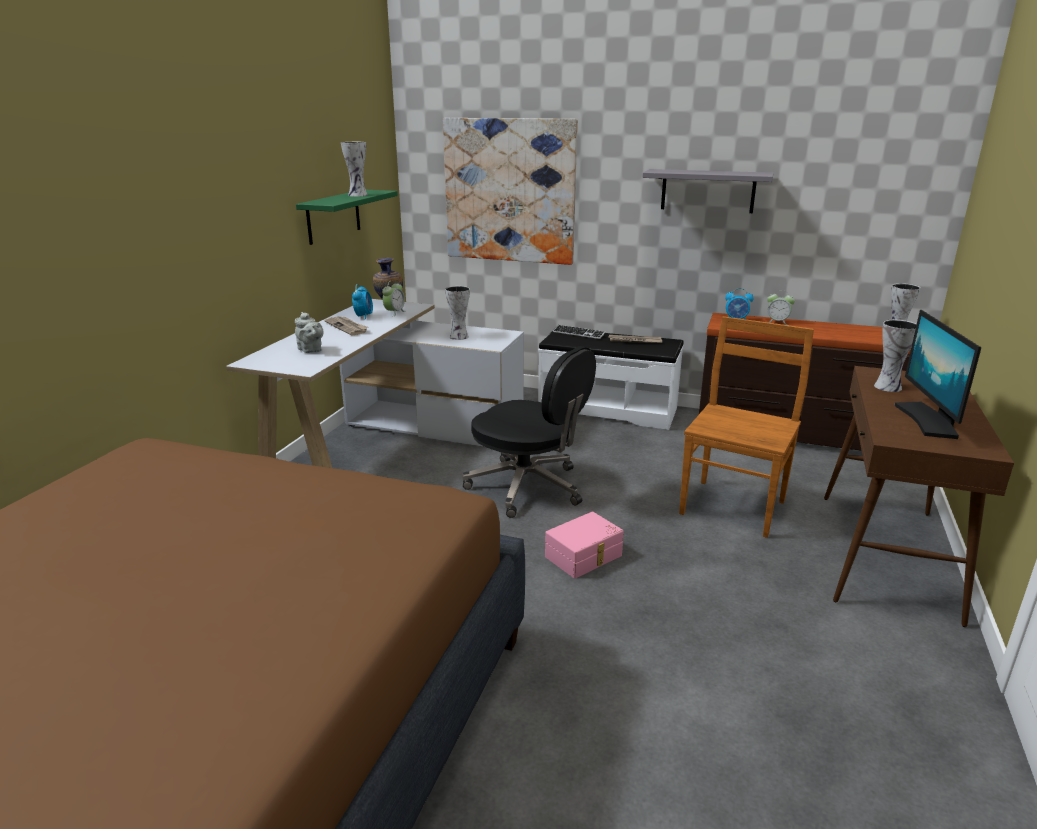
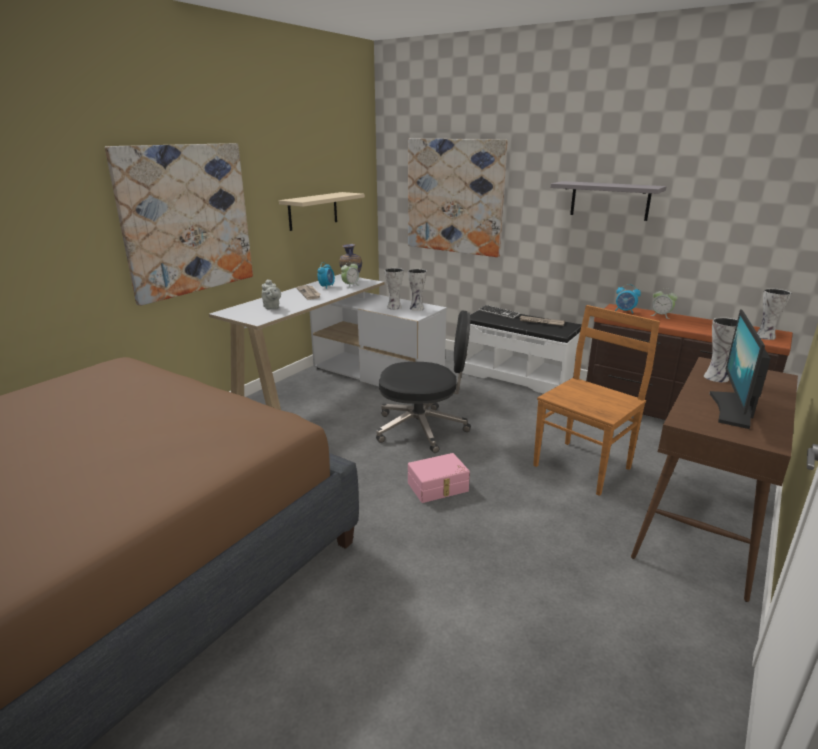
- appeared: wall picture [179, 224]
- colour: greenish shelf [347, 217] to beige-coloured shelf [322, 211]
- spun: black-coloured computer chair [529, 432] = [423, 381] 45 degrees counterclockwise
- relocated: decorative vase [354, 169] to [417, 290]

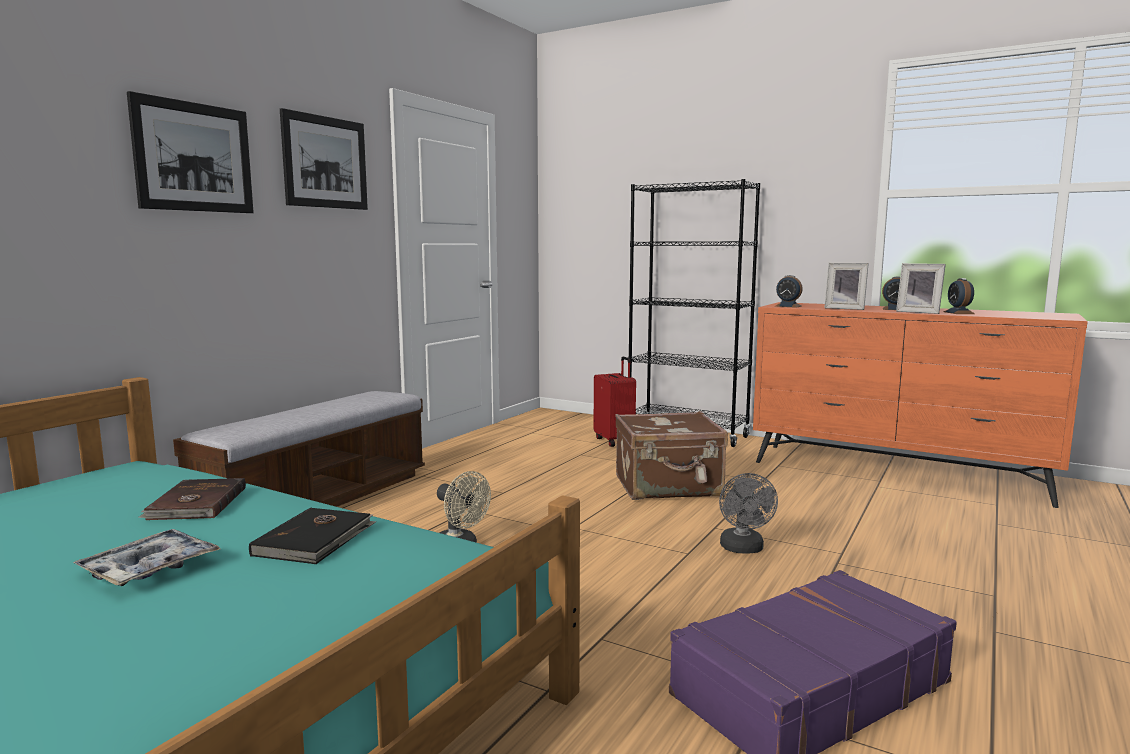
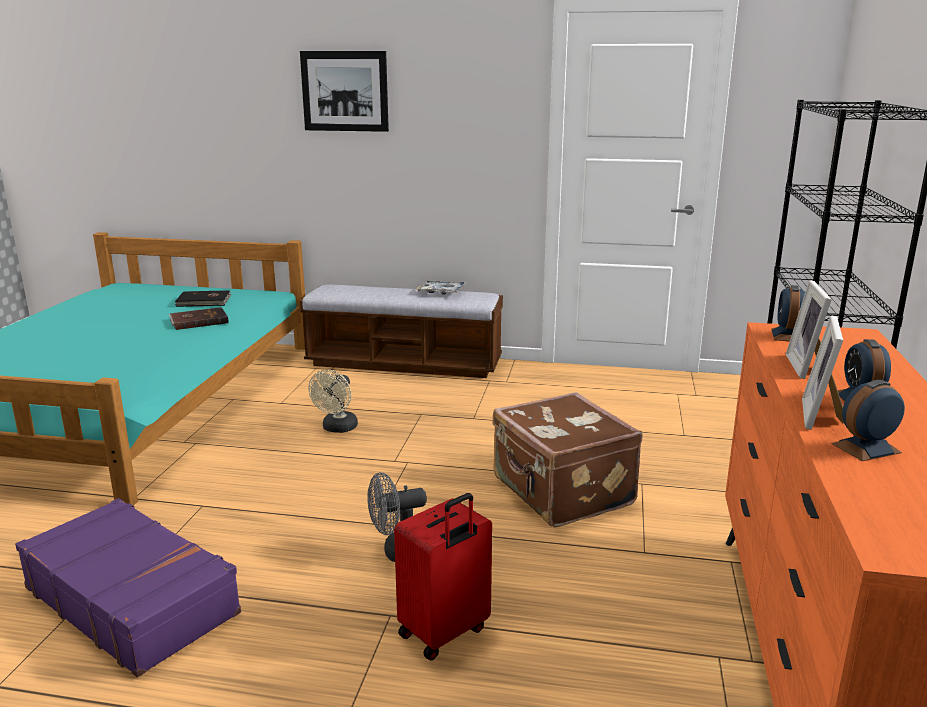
- relocated: black-coloured book [312, 536] to [203, 298]
- relocated: reddish suitcase [615, 402] to [443, 576]
- relocated: serving tray [147, 557] to [441, 287]
- missing: wall picture [324, 159]

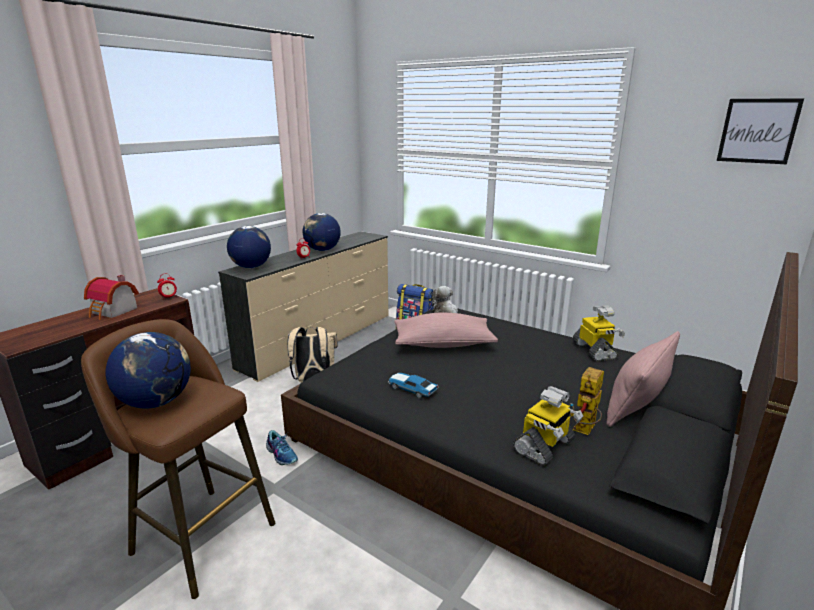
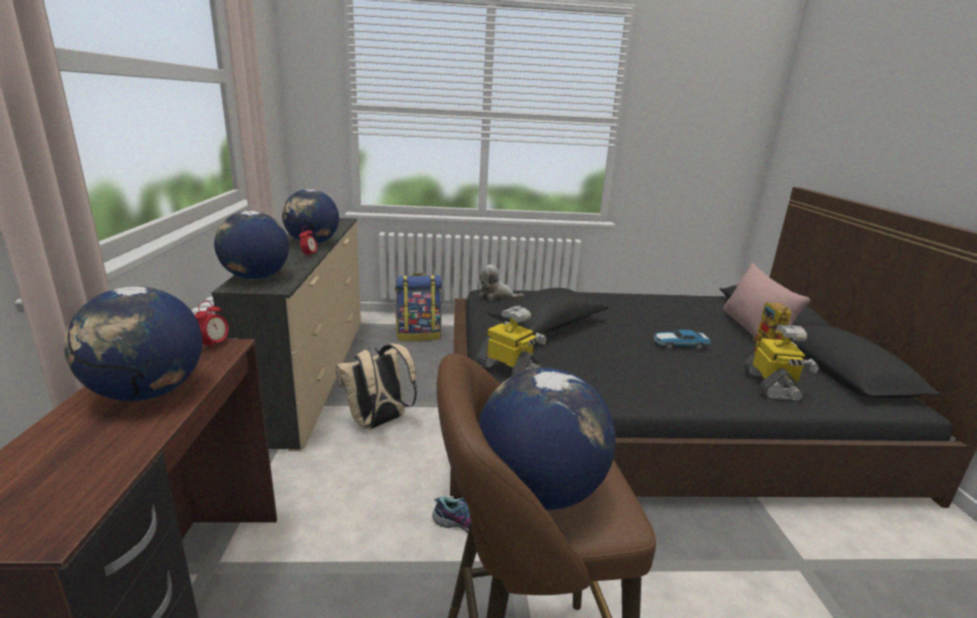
- exchanged: toy house [111, 297] to globe [133, 343]
- relocated: toy robot [598, 333] to [511, 341]
- colour: pinkish throw pillow [446, 330] to black-coloured throw pillow [547, 311]
- relocated: model car [413, 386] to [682, 340]
- missing: wall picture [760, 131]

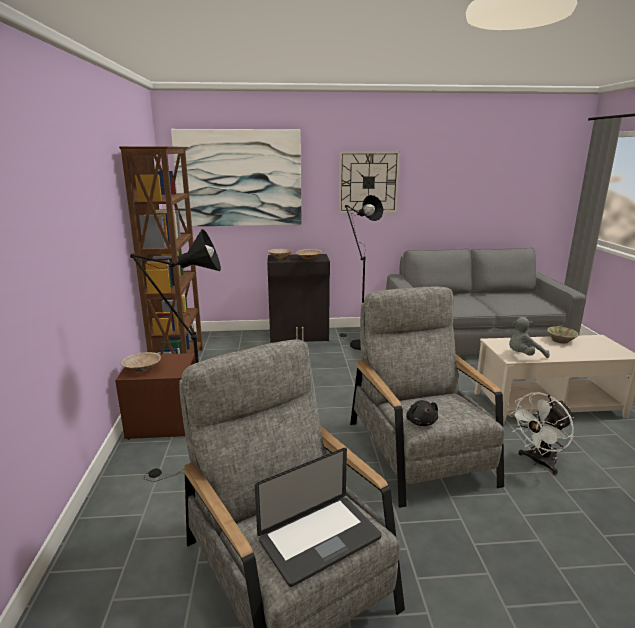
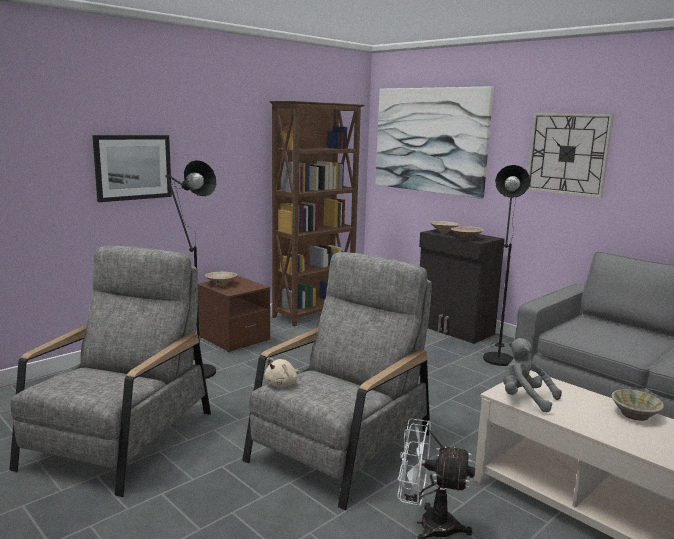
- appeared: wall picture [132, 168]
- colour: black-coloured cuddly toy [422, 413] to beige-coloured cuddly toy [282, 372]
- missing: notebook computer [318, 517]

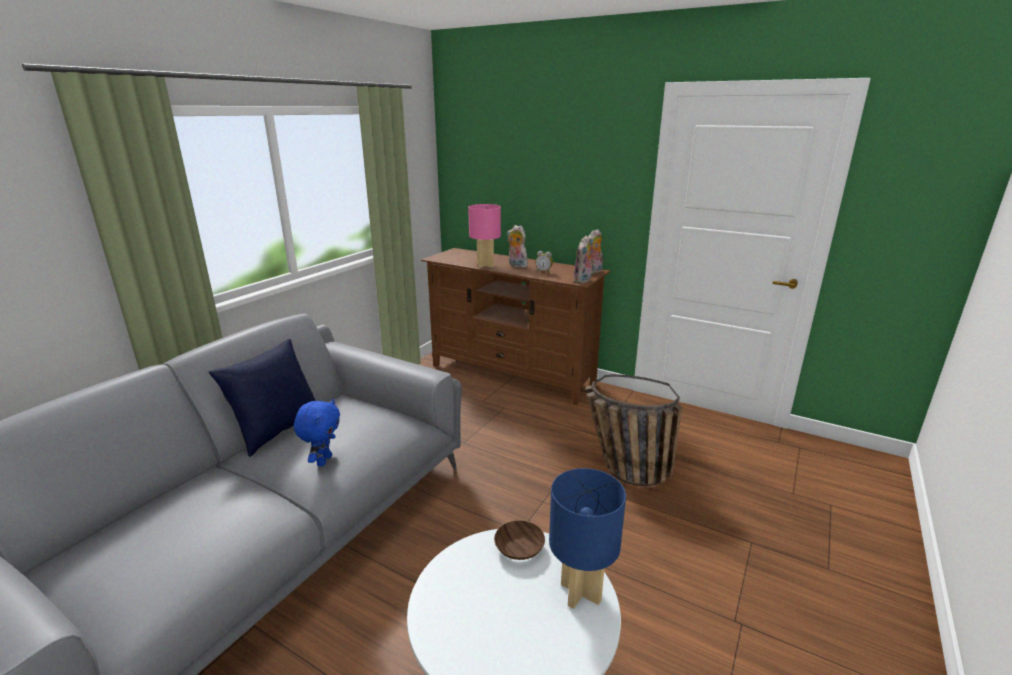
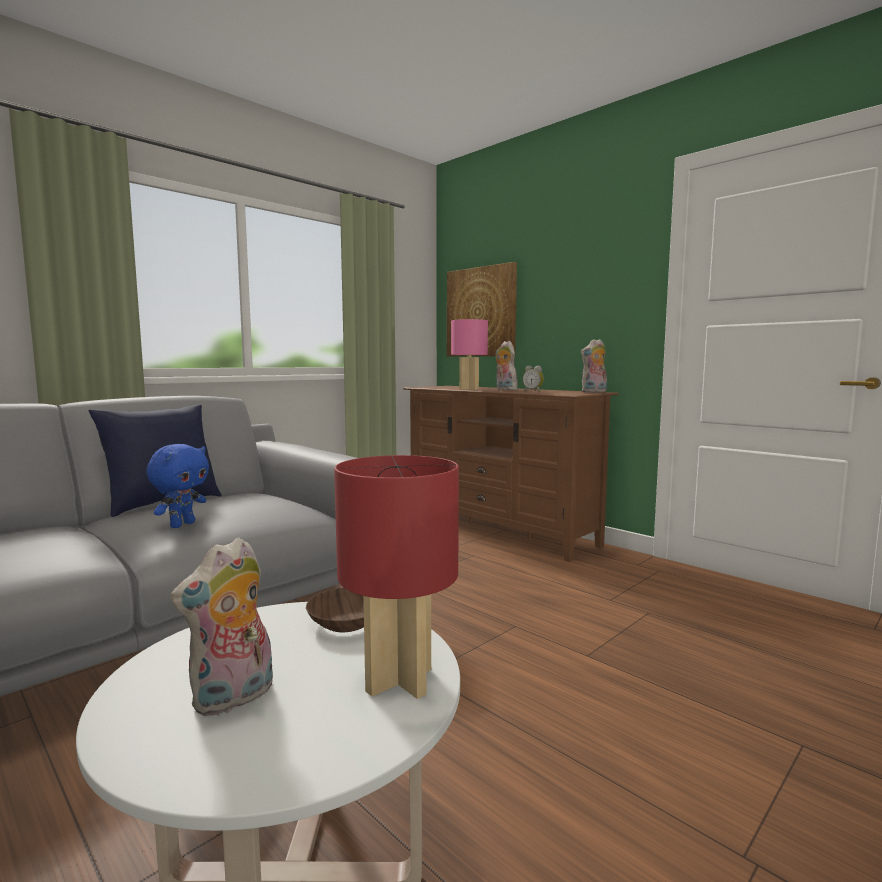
- relocated: cuddly toy [584, 260] to [221, 627]
- colour: blue lamp for a table [587, 538] to reddish lamp for a table [396, 577]
- appeared: wall picture [482, 309]
- missing: storage basket [633, 430]

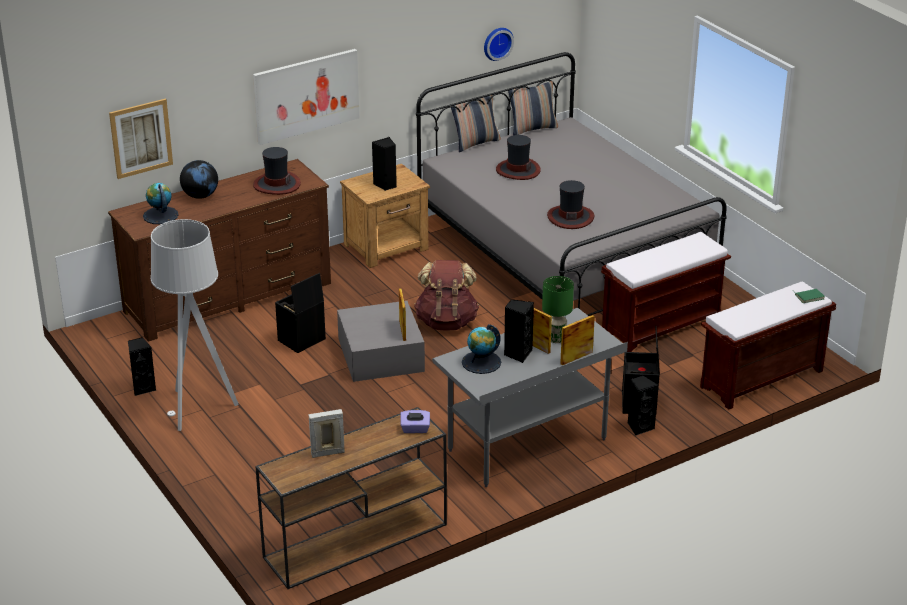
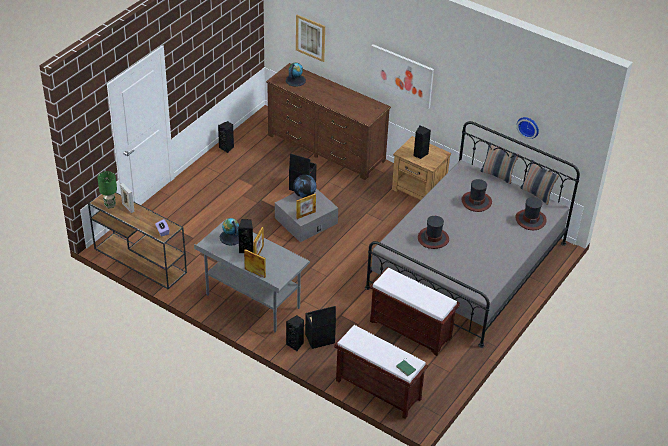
- relocated: greenish lamp for a table [558, 309] to [107, 190]
- relocated: globe [199, 179] to [304, 186]
- relocated: wearable hat [277, 171] to [531, 213]
- missing: greyish standing lamp [195, 325]
- missing: brown knapsack [446, 295]

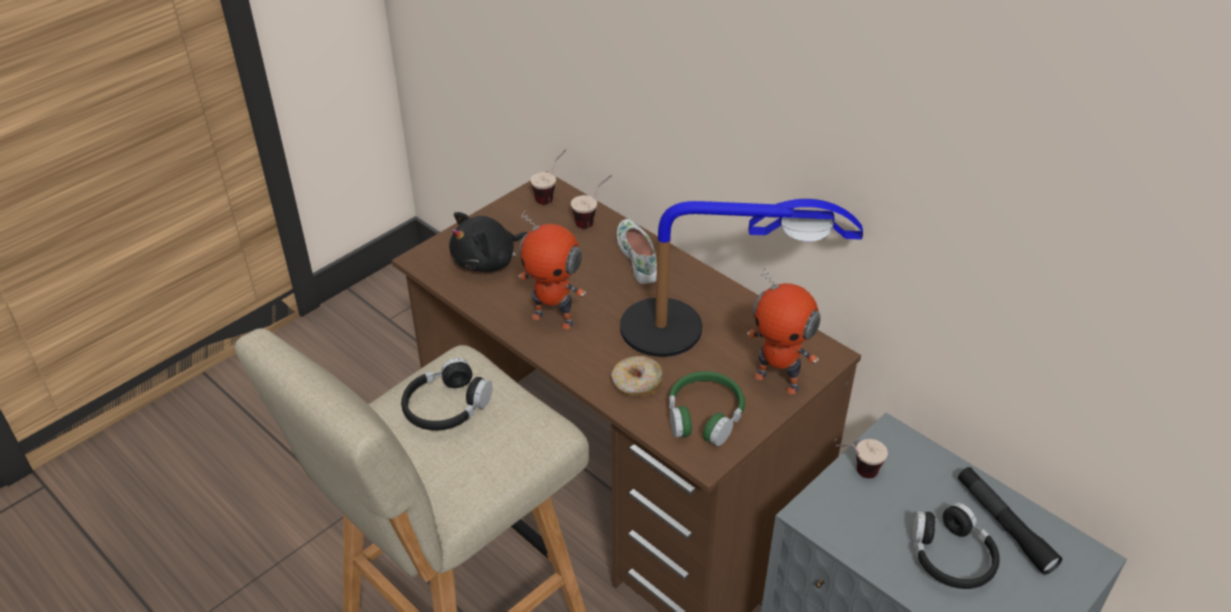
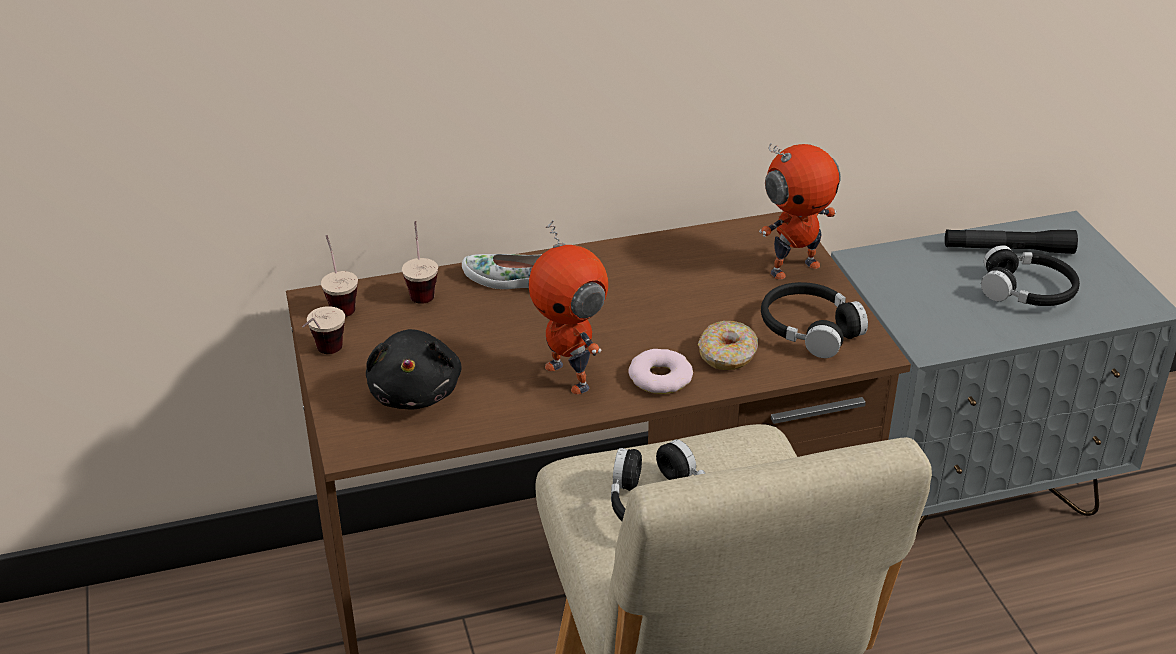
- relocated: small cup [862, 458] to [323, 330]
- spun: toy robot [552, 270] = [568, 307] 90 degrees clockwise
- appeared: ring doughnut [660, 371]
- colour: greenish pair of headphones [707, 408] to black-coloured pair of headphones [814, 320]
- missing: lamp for a table [741, 278]

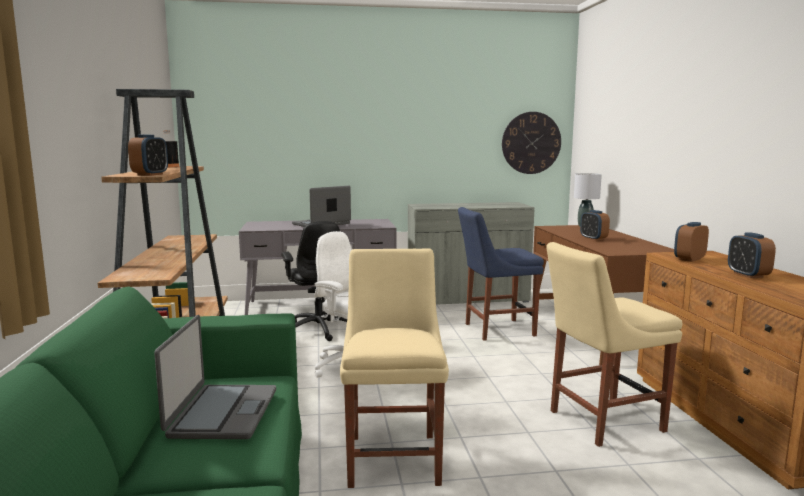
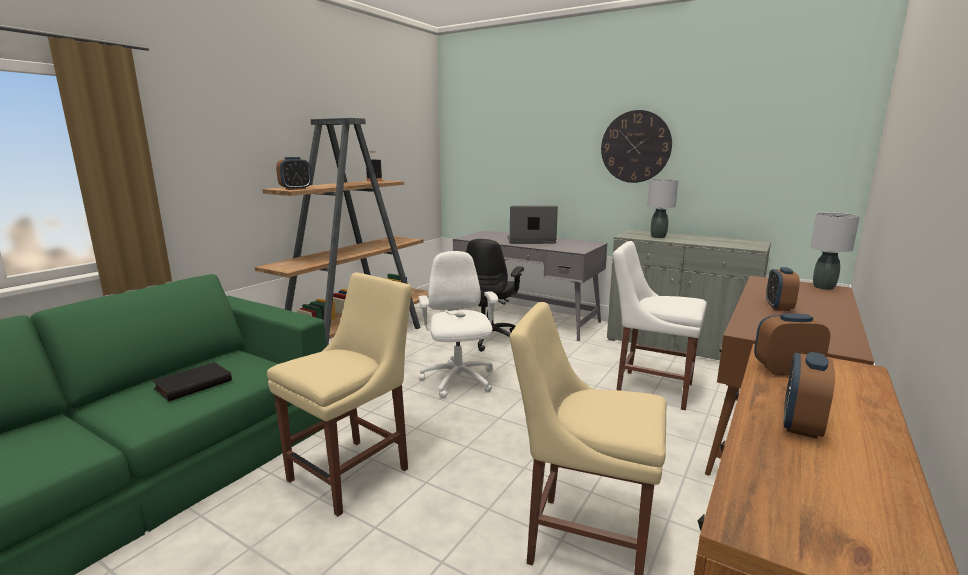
- exchanged: notebook computer [215, 377] to black-coloured book [192, 382]
- relocated: hanging clock [531, 143] to [636, 146]
- colour: blue plain chair [501, 274] to whitish plain chair [660, 325]
- appeared: greyish lamp for a table [662, 208]

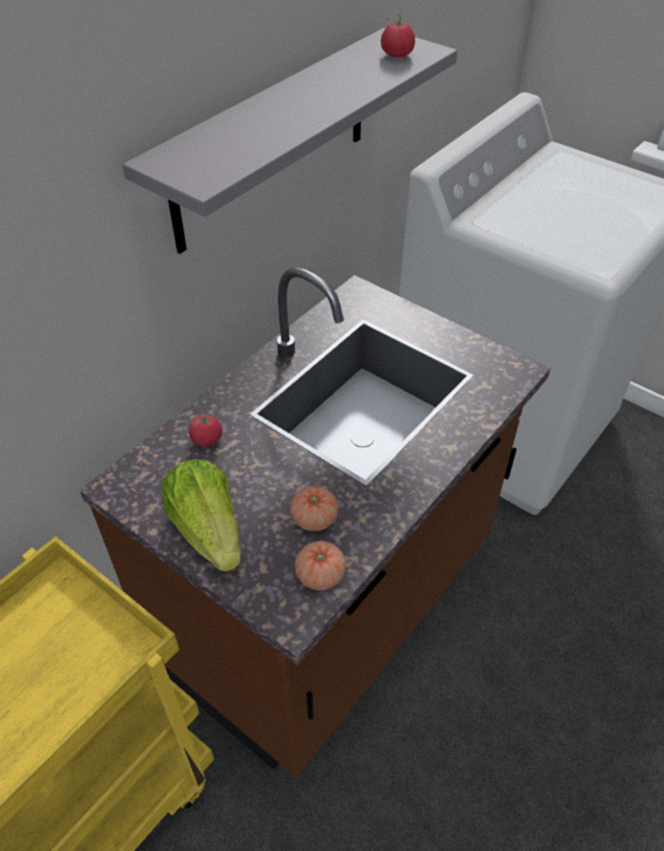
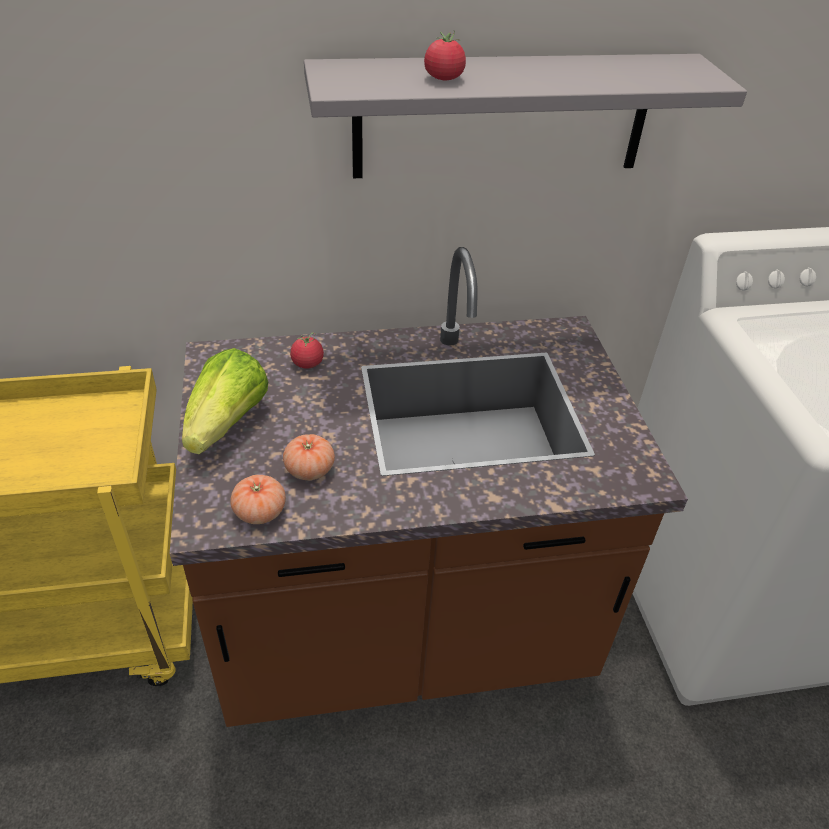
- relocated: whole tomato [398, 35] to [445, 55]

